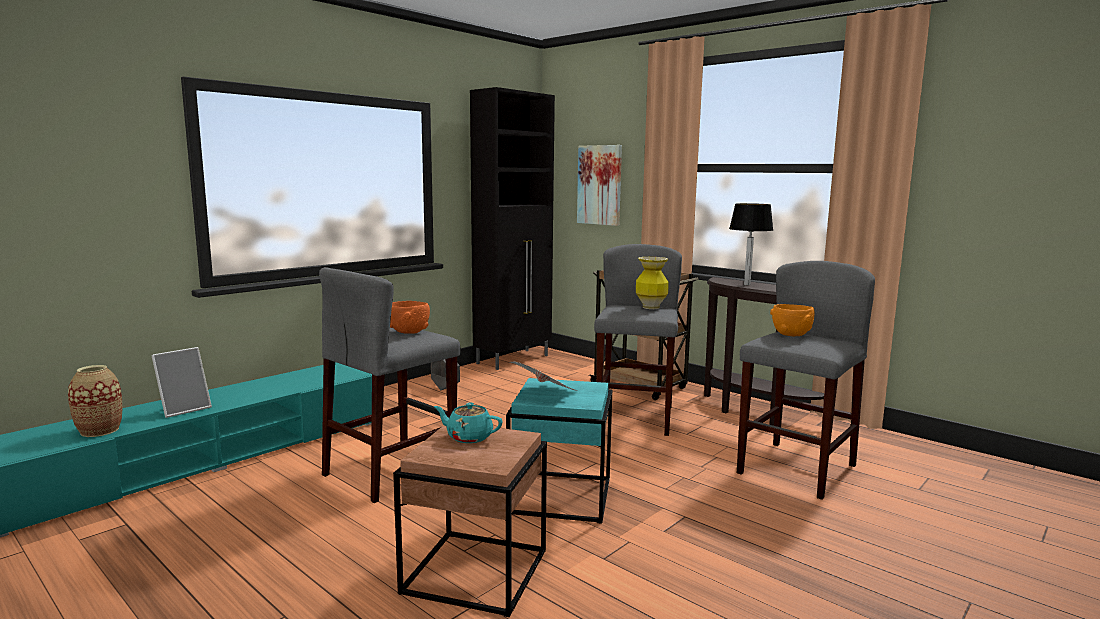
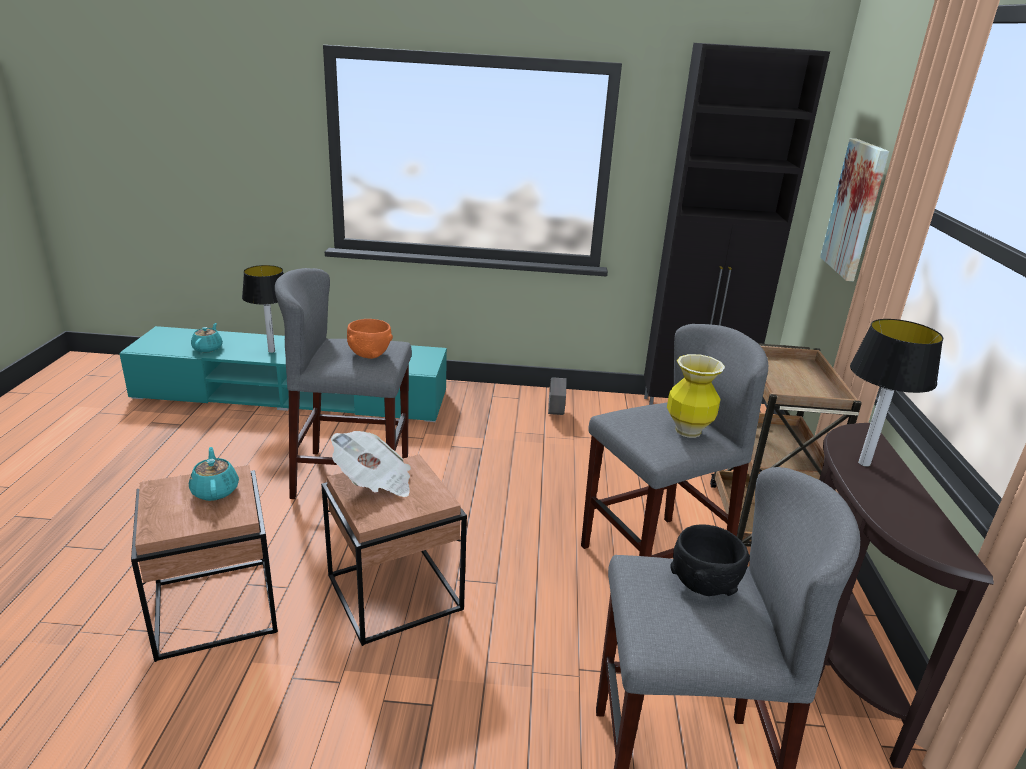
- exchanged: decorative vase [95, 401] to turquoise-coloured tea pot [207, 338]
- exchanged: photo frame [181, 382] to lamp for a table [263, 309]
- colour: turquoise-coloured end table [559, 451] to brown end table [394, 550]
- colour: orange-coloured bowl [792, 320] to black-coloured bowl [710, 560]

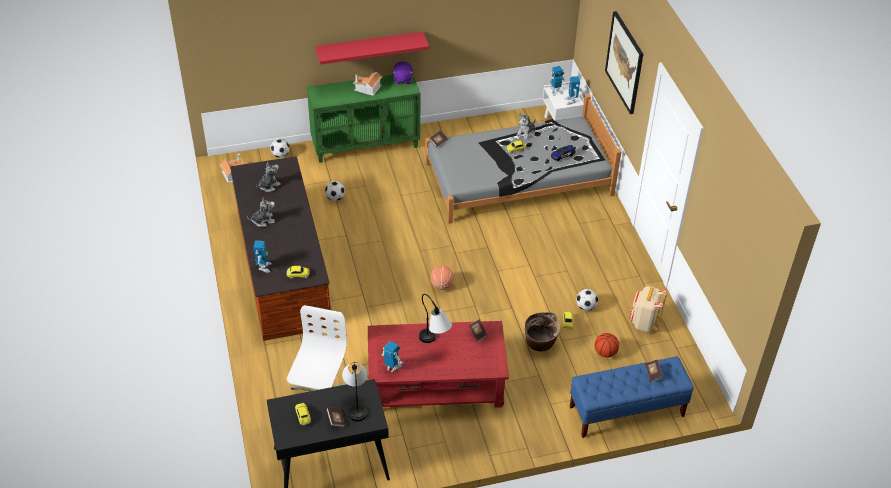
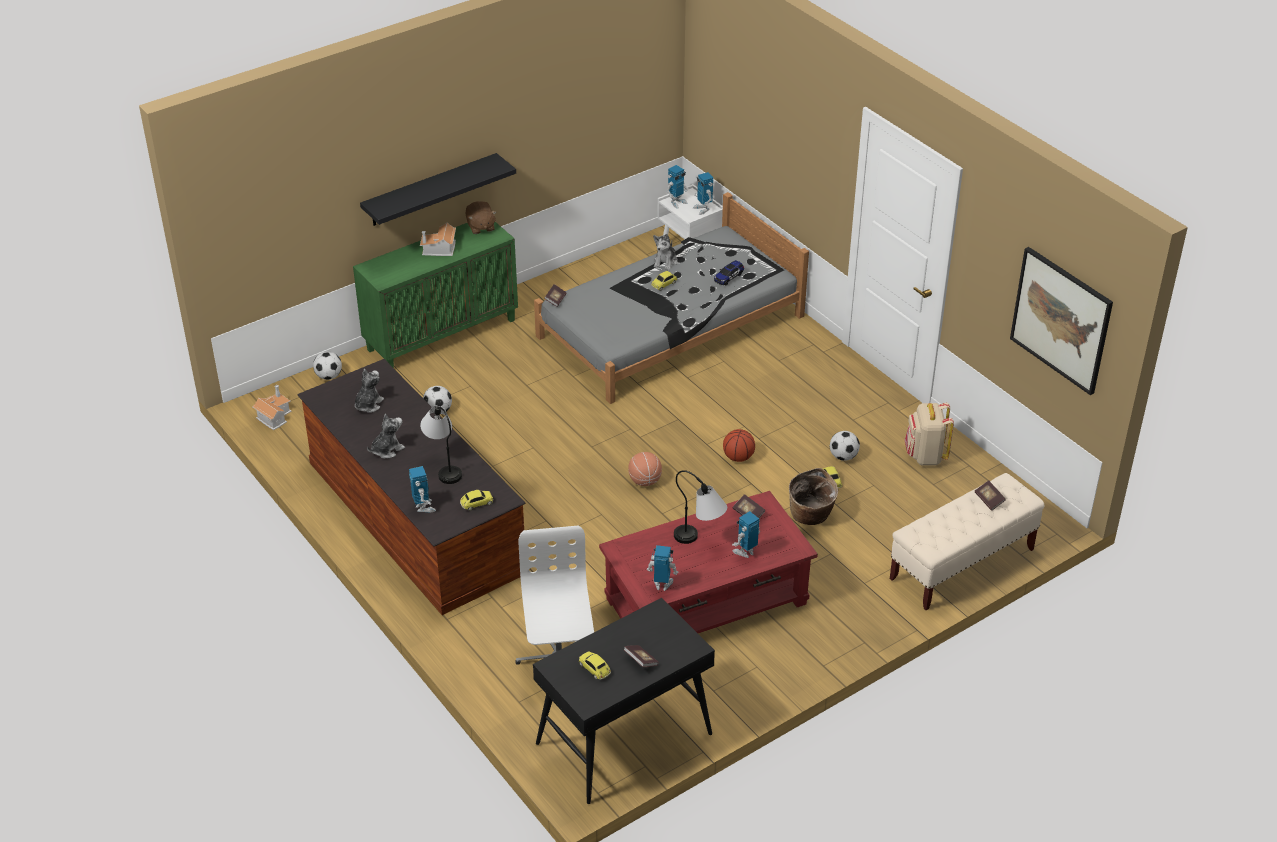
- colour: reddish shelf [372, 48] to black-coloured shelf [438, 189]
- relocated: lamp for a table [354, 392] to [441, 445]
- colour: purplish cuddly toy [403, 72] to brown cuddly toy [481, 217]
- relocated: basketball ball [607, 345] to [739, 445]
- appeared: toy robot [746, 534]
- colour: blue bench [632, 397] to beige-coloured bench [967, 541]
- relocated: wall picture [624, 62] to [1061, 321]

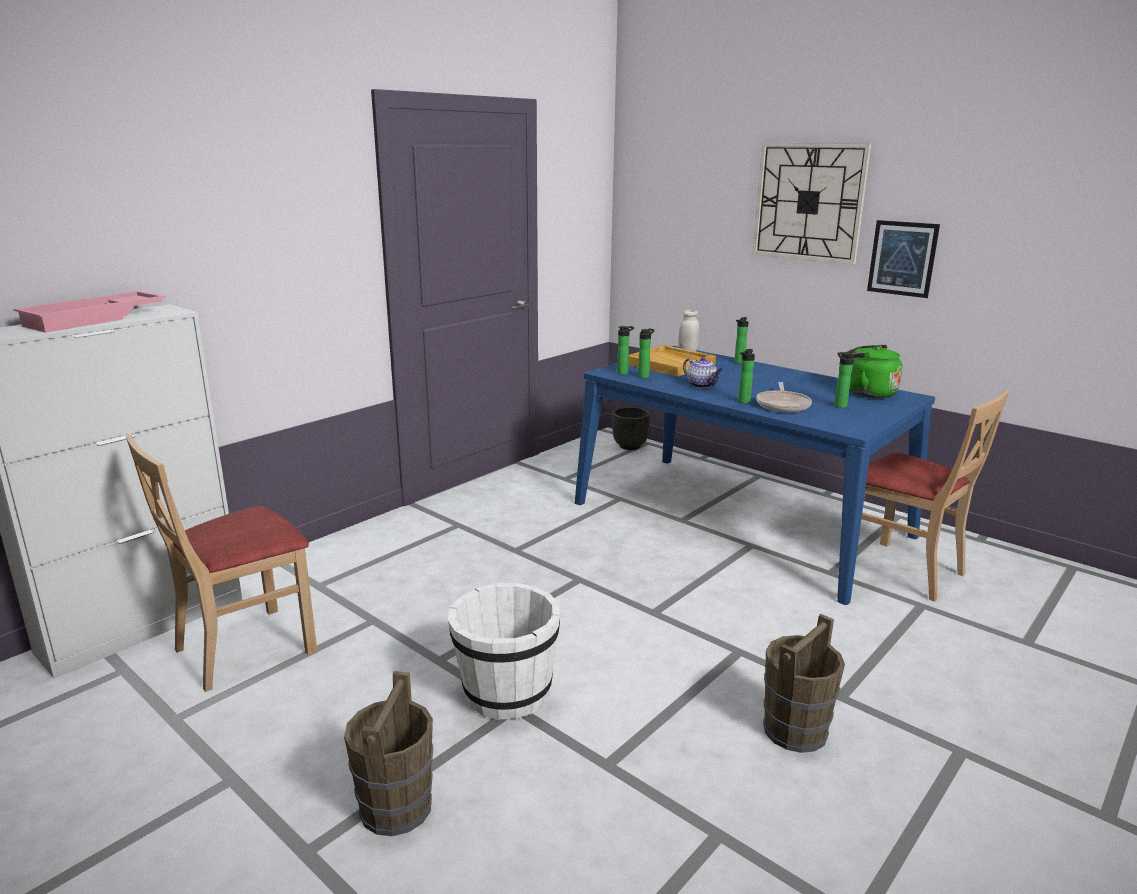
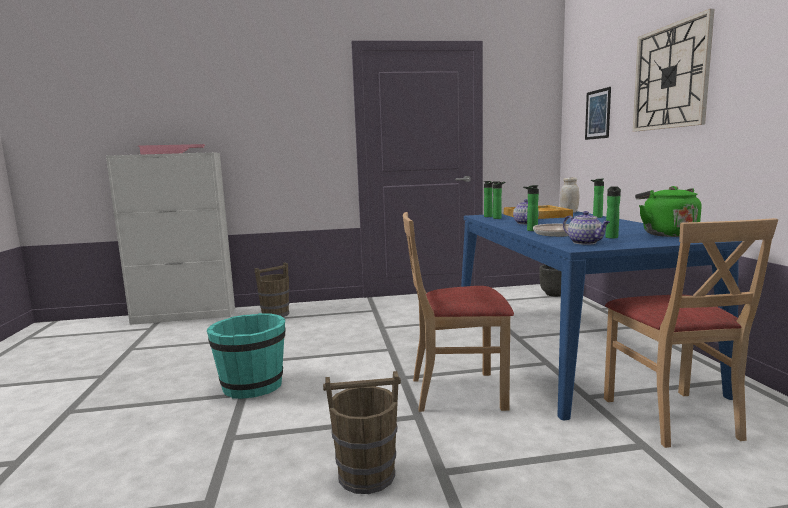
- colour: whitish water bucket [504, 651] to turquoise-coloured water bucket [246, 356]
- relocated: brown water bucket [388, 753] to [271, 290]
- relocated: beige-coloured plain chair [221, 563] to [458, 312]
- appeared: tea pot [586, 228]
- relocated: wall picture [903, 259] to [598, 113]

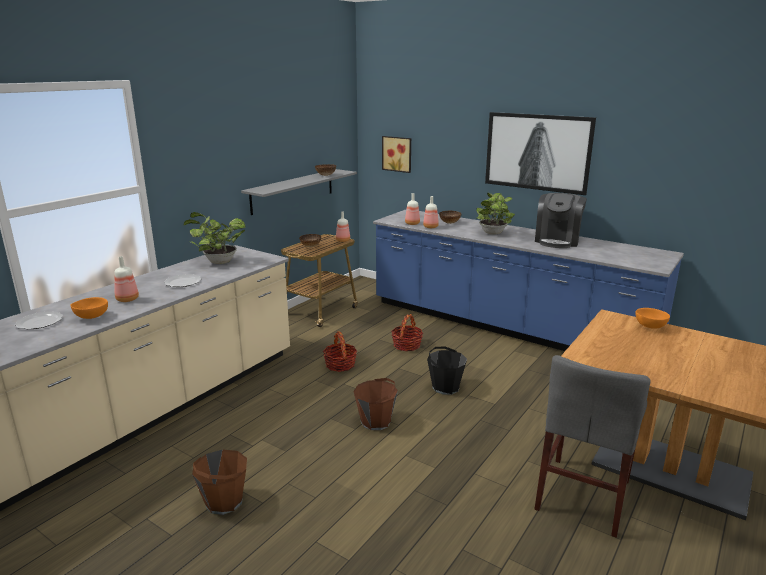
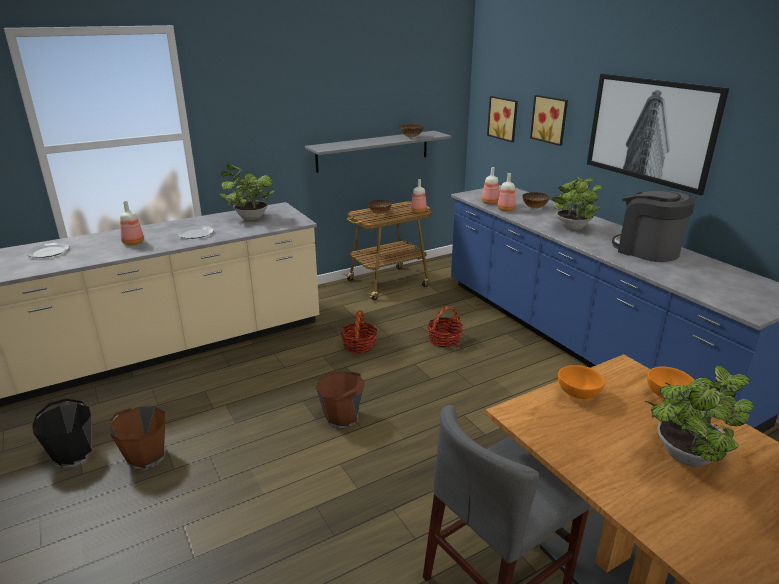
- relocated: black-coloured water bucket [447, 371] to [62, 432]
- appeared: wall picture [549, 120]
- relocated: orange-coloured bowl [89, 308] to [581, 382]
- spun: coffee maker [561, 220] = [654, 226] 90 degrees clockwise
- appeared: potted plant [699, 416]

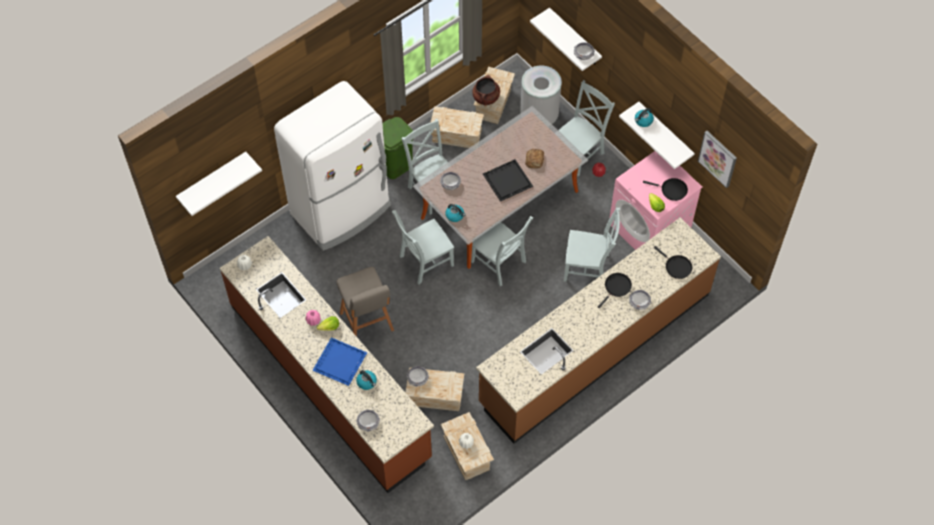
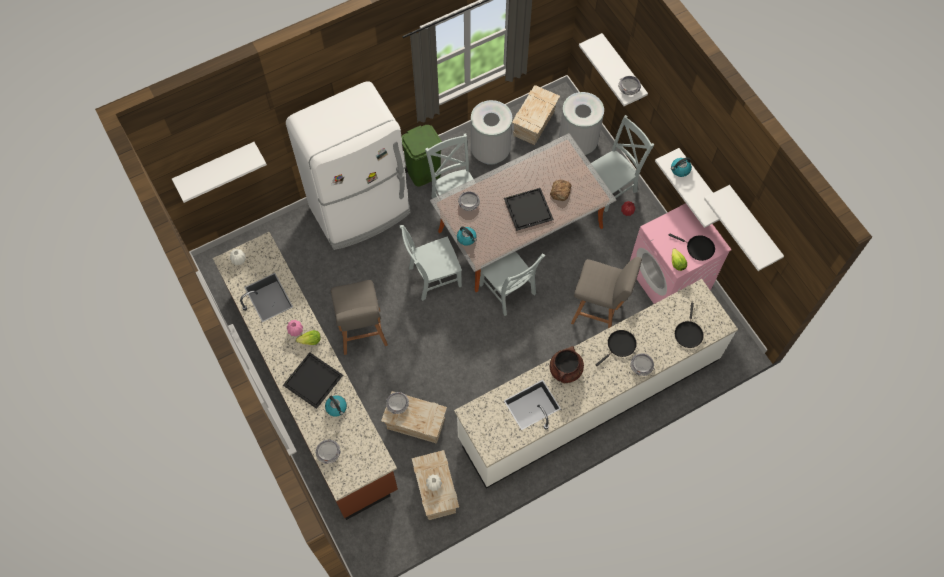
- colour: blue serving tray [339, 361] to black-coloured serving tray [313, 380]
- colour: brown counter [598, 330] to whitish counter [596, 384]
- exchanged: shipping crate [457, 127] to greyish waste bin [491, 132]
- relocated: brown stockpot [486, 90] to [567, 365]
- exchanged: greyish plain chair [592, 245] to greyish sitting stool [606, 292]
- spun: black-coloured skillet [673, 262] = [689, 325] 45 degrees clockwise
- exchanged: wall picture [717, 159] to whitish shelf [744, 228]

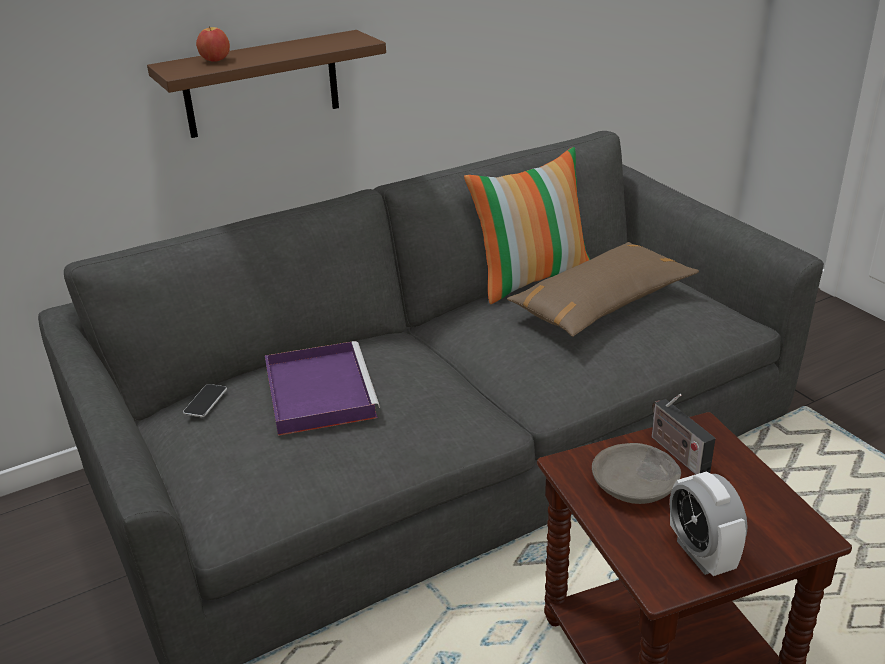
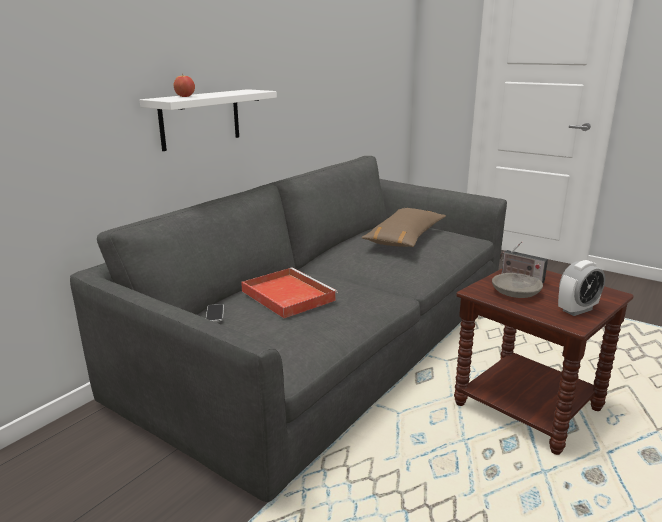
- colour: brown shelf [266, 84] to whitish shelf [208, 120]
- colour: purplish serving tray [322, 388] to reddish serving tray [289, 292]
- spun: alarm clock [709, 524] = [581, 288] 75 degrees counterclockwise
- missing: throw pillow [527, 225]

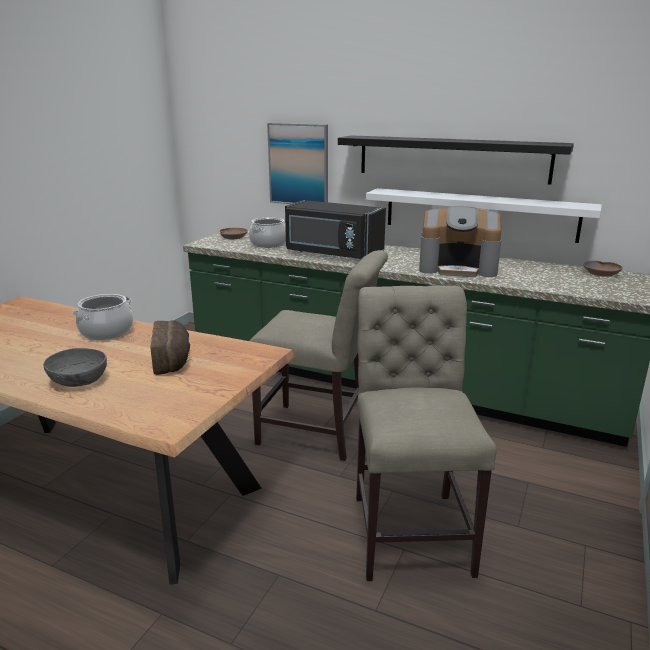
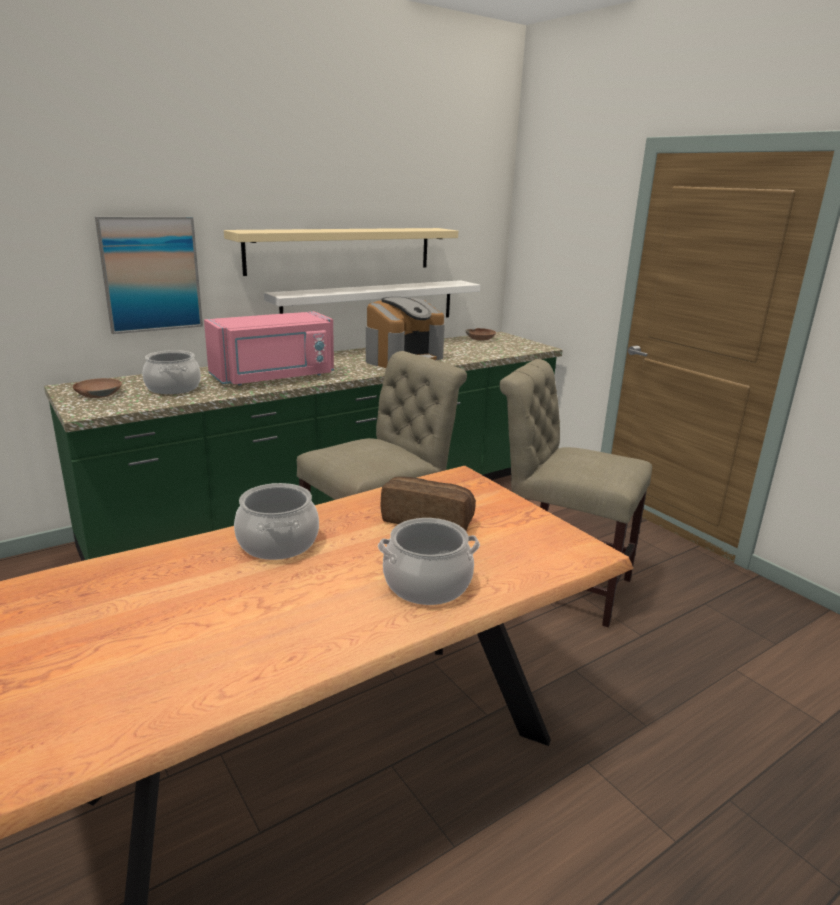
- colour: black-coloured kitchen microwave [335, 230] to pinkish kitchen microwave [269, 348]
- colour: black-coloured shelf [456, 160] to beige-coloured shelf [341, 252]
- exchanged: greyish bowl [75, 367] to stockpot [429, 561]

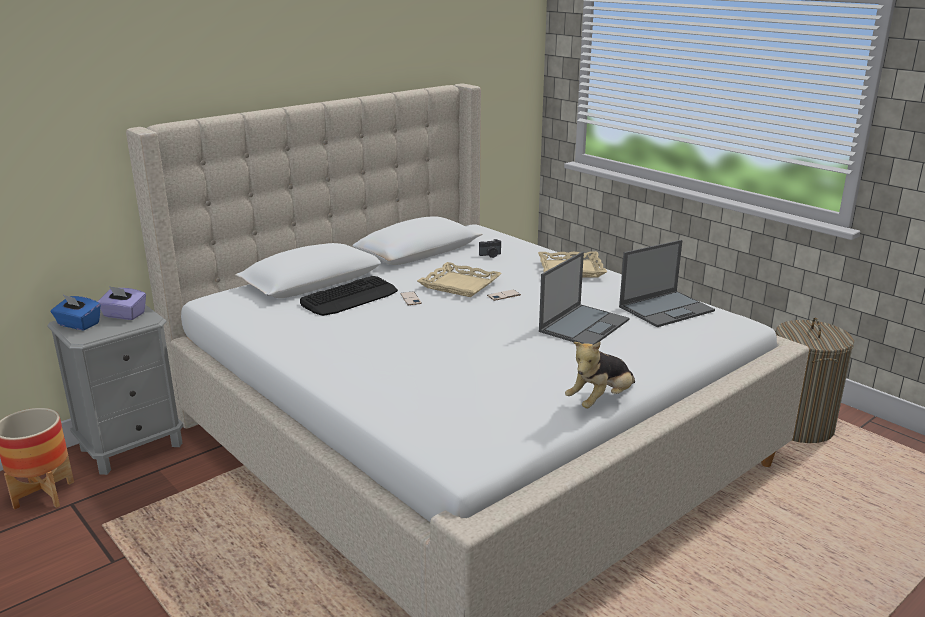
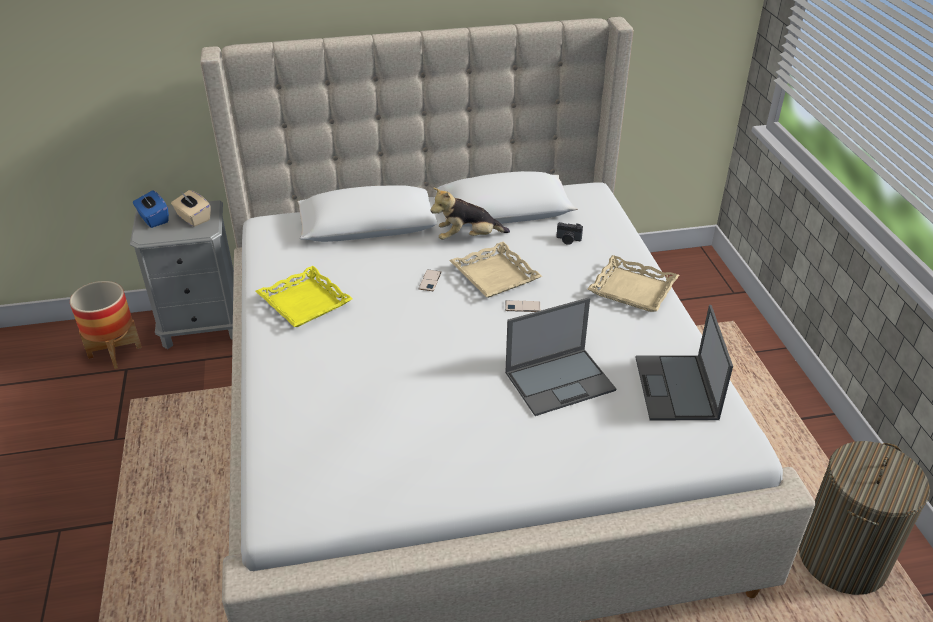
- colour: purplish box of tissues [121, 303] to beige-coloured box of tissues [191, 208]
- appeared: yellow-coloured serving tray [304, 296]
- relocated: cuddly toy [600, 375] to [470, 214]
- spun: notebook computer [667, 283] = [684, 362] 90 degrees clockwise
- missing: computer keyboard [349, 296]

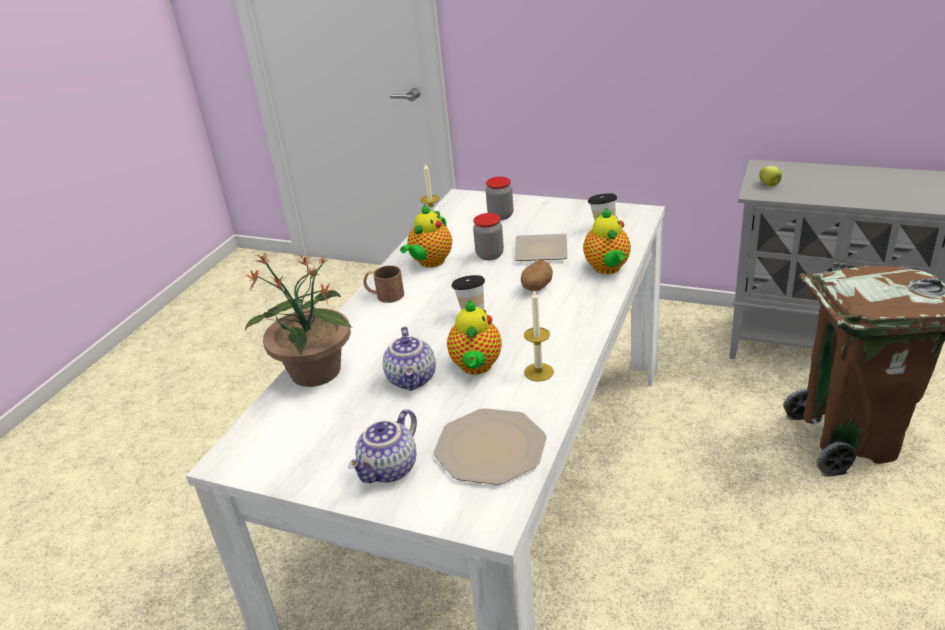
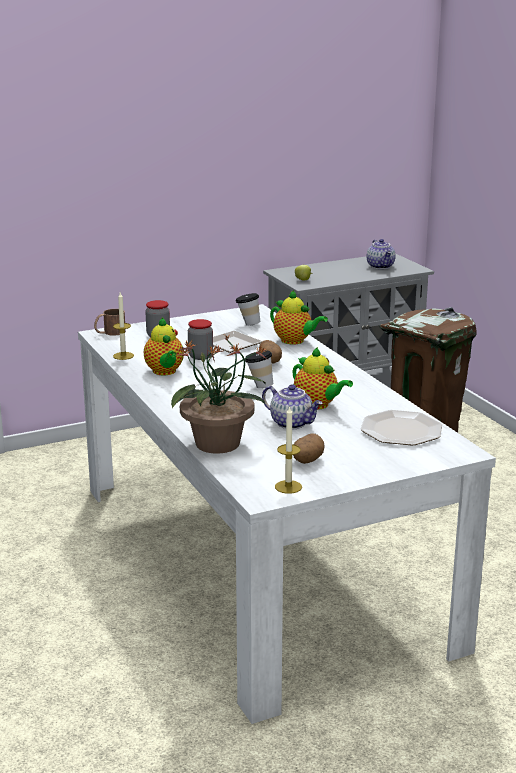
- relocated: brown mug [383, 284] to [110, 322]
- relocated: candle [539, 335] to [288, 449]
- appeared: whole potato [308, 448]
- relocated: tea pot [382, 446] to [381, 254]

